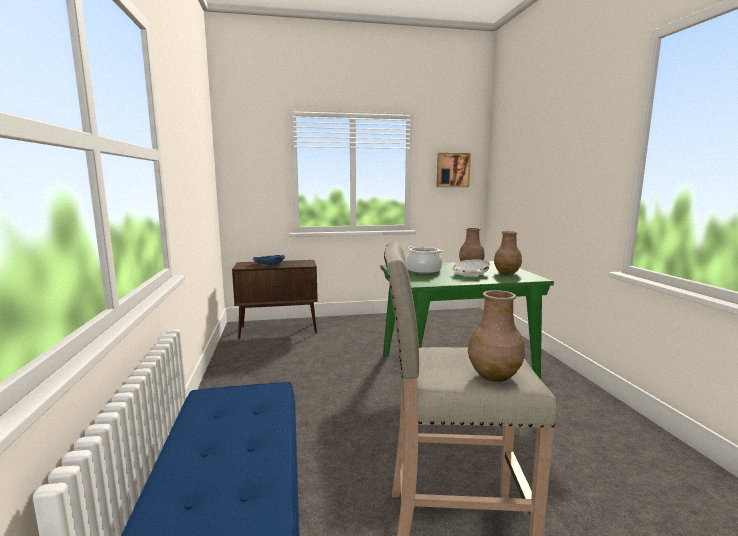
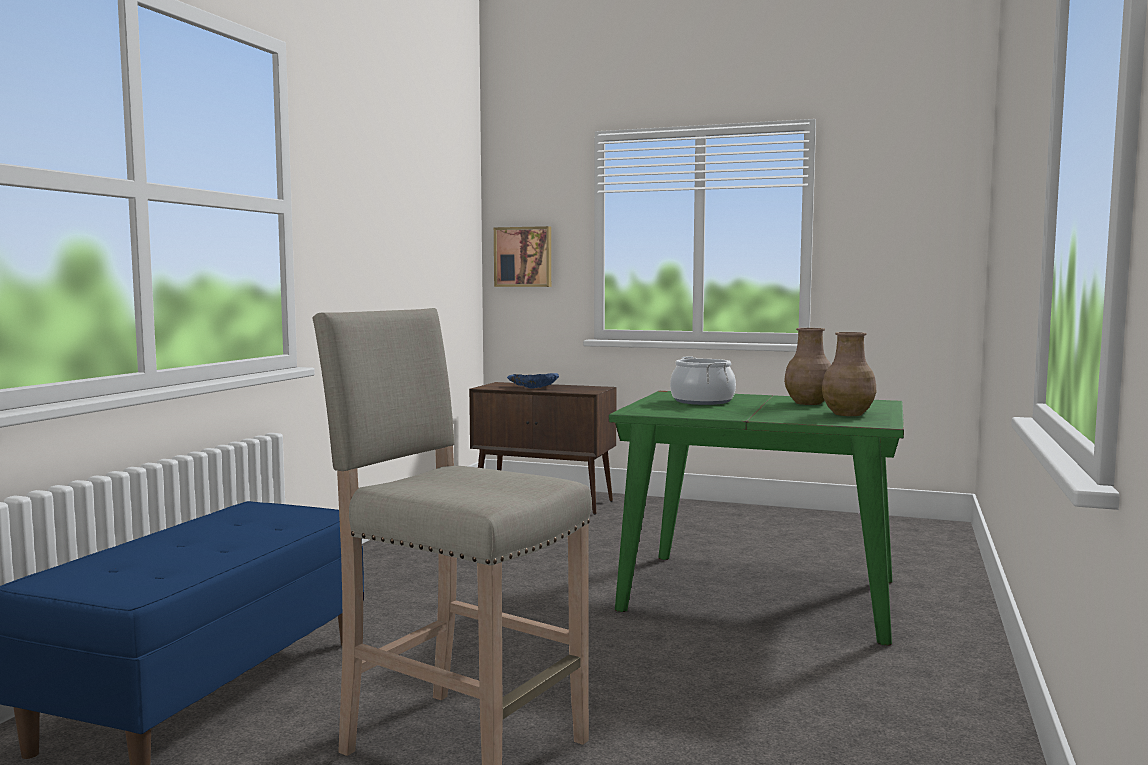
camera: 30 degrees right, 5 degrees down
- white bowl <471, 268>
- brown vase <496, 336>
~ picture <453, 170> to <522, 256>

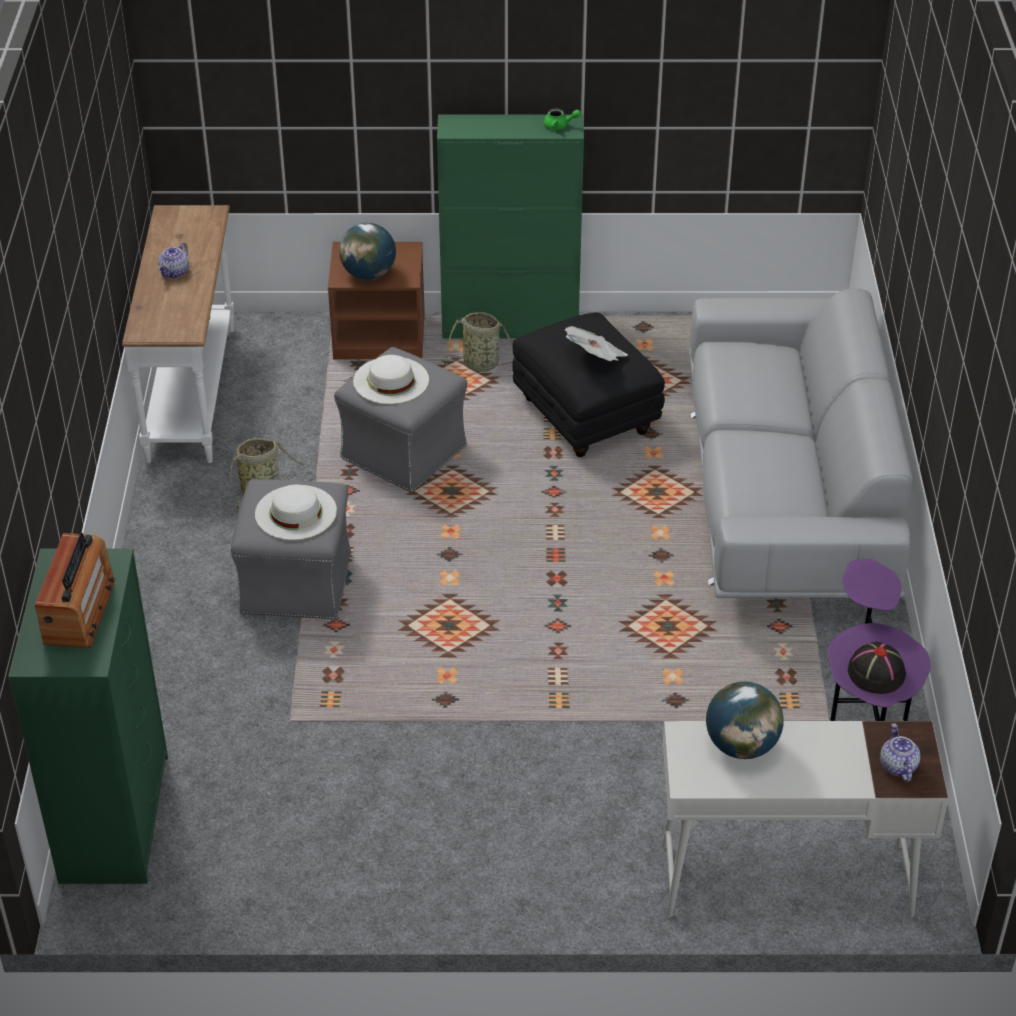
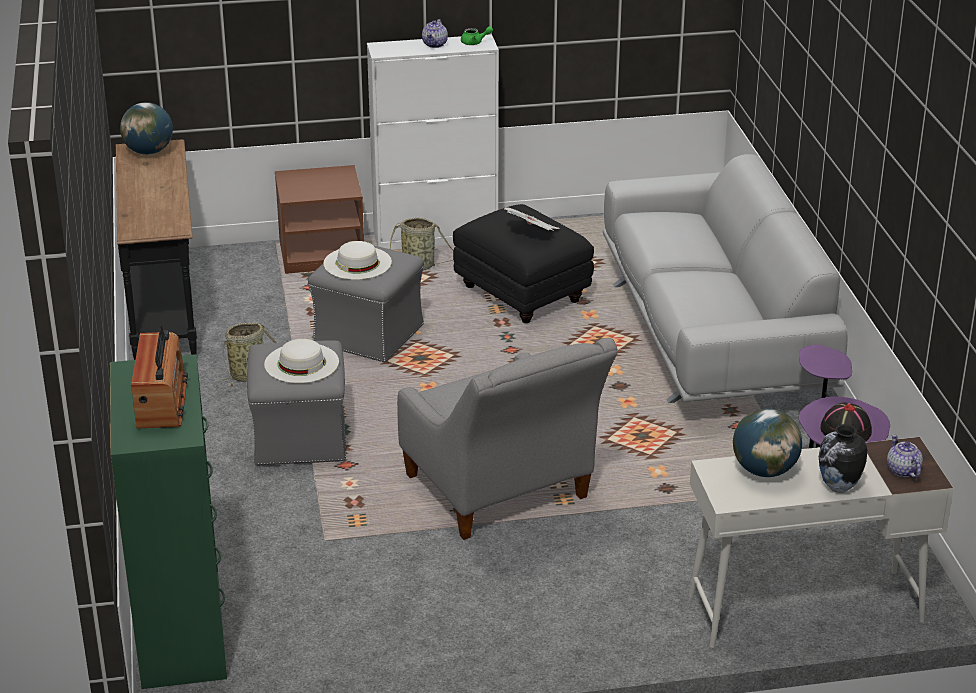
camera: 10 degrees left, 10 degrees down
+ grey armchair <507, 439>
+ vase <843, 458>
~ teapot <173, 260> to <435, 33>
~ globe <367, 251> to <146, 128>
~ white console table <178, 334> to black console table <156, 249>
~ green cabinet <510, 226> to white cabinet <433, 142>

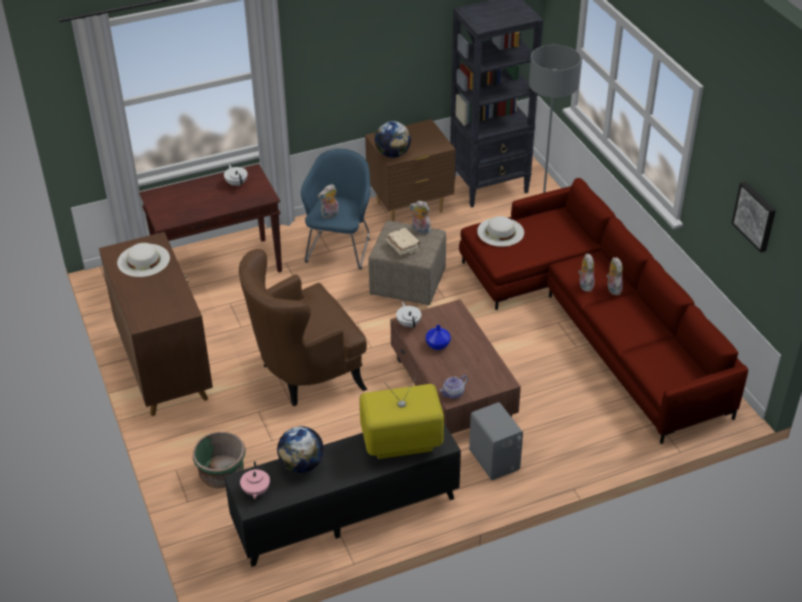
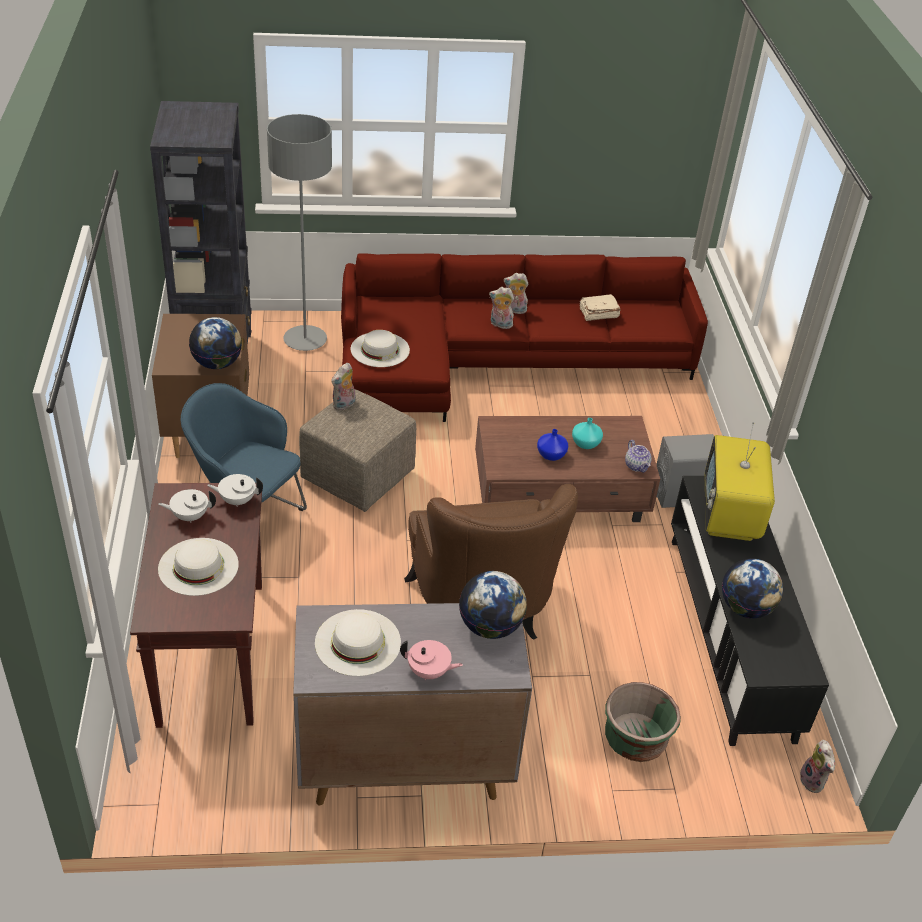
camera: 75 degrees left, 0 degrees up
- picture <754, 217>
+ white hat <198, 567>
+ globe <493, 605>
+ turquoise vase <587, 433>
~ pink teapot <255, 480> to <431, 660>
~ plush toy <328, 201> to <817, 766>
~ beige book <403, 242> to <600, 307>
~ white teapot <408, 315> to <235, 490>
~ brown cabinet <156, 324> to grey cabinet <412, 704>

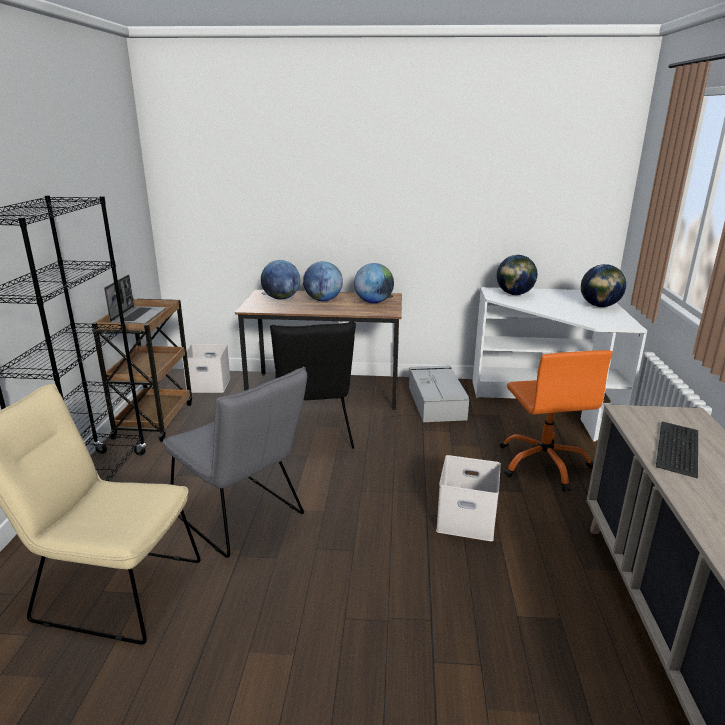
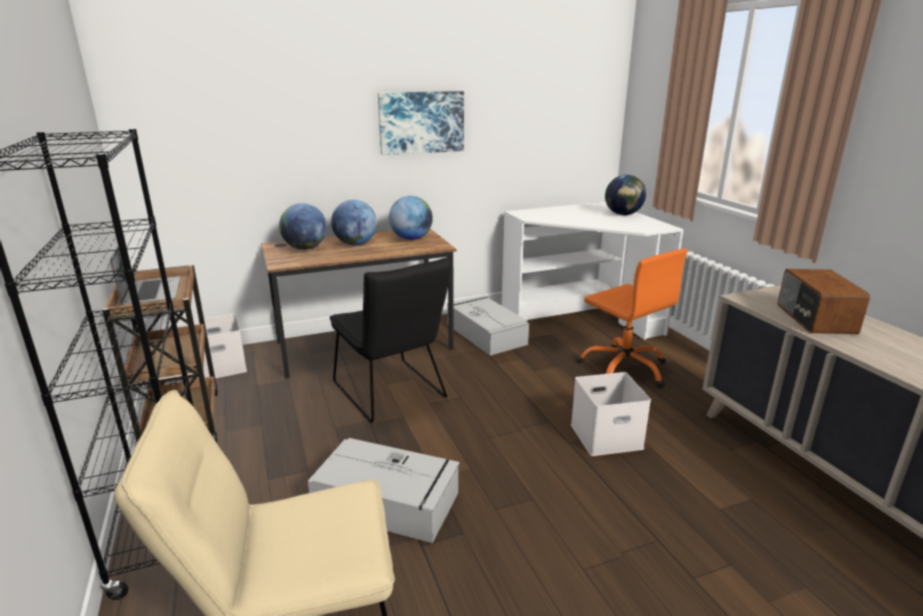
camera: 25 degrees left, 0 degrees up
- globe <517, 275>
+ picture <421, 123>
~ grey chair <235, 462> to grey storage box <384, 490>
~ keyboard <677, 450> to radio <824, 301>

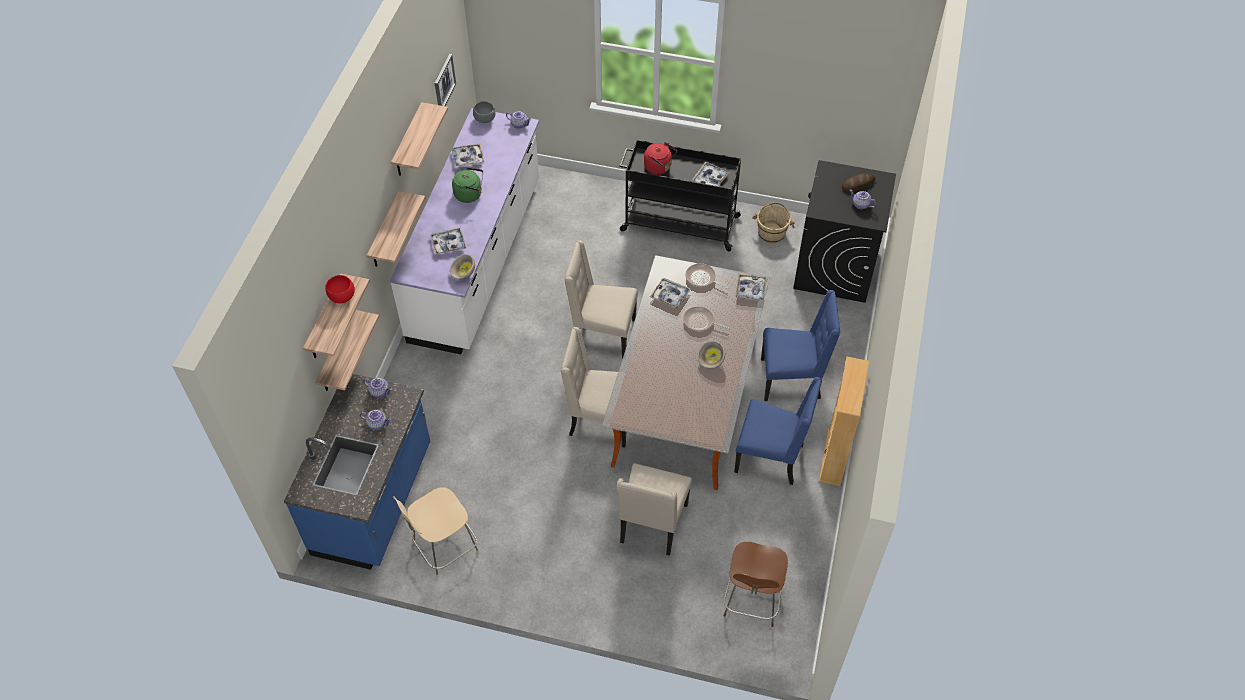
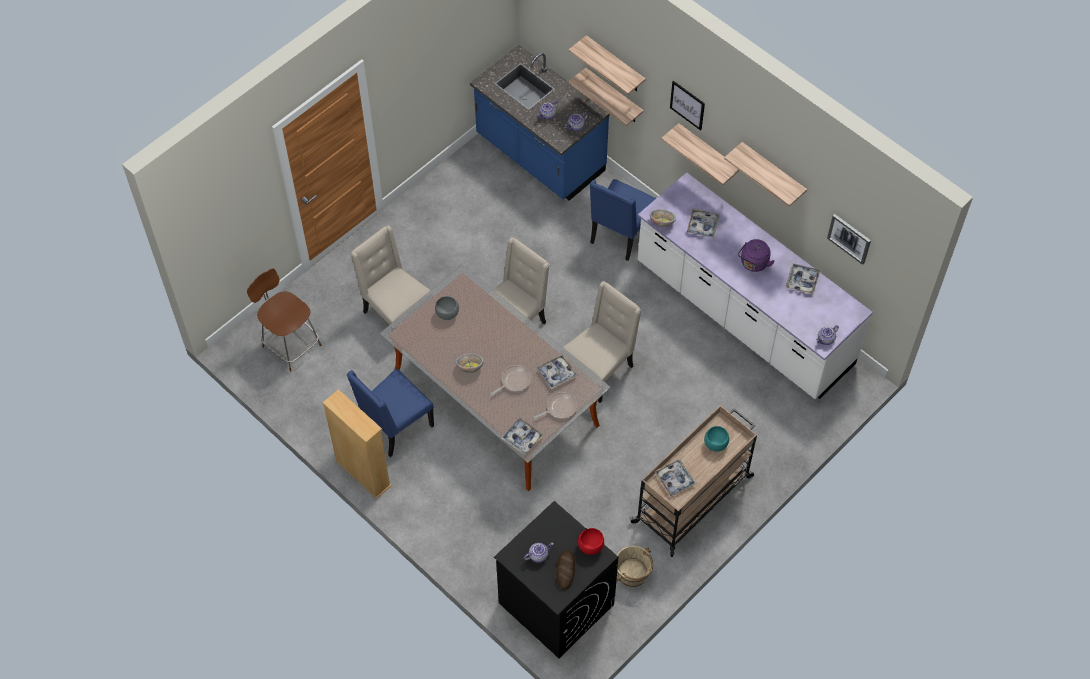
camera: 120 degrees right, 5 degrees up
- beige stool <436, 533>
+ picture <687, 106>
~ red bowl <340, 289> to <591, 541>
~ grey bowl <484, 112> to <447, 308>
~ blue chair <800, 345> to <623, 220>
~ red kettle <660, 158> to turquoise bowl <716, 439>
~ green kettle <467, 185> to purple kettle <756, 255>
~ black cart <681, 196> to beige cart <693, 481>

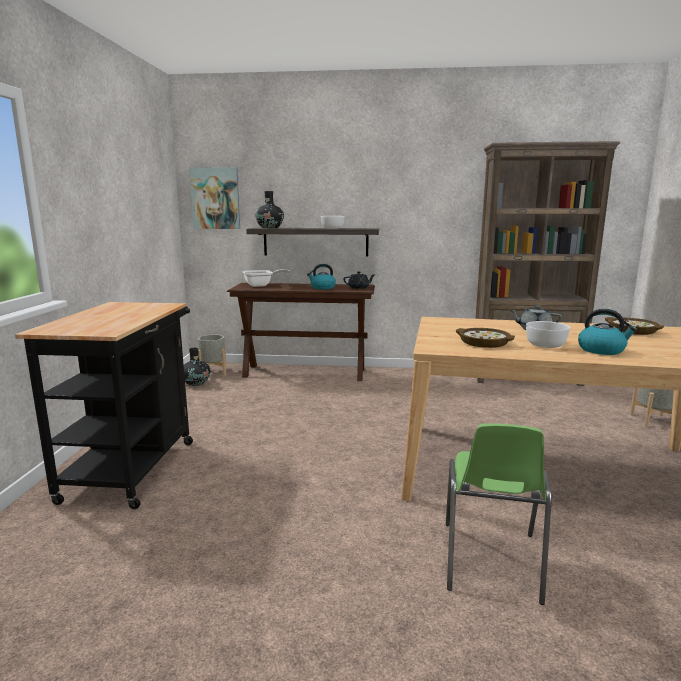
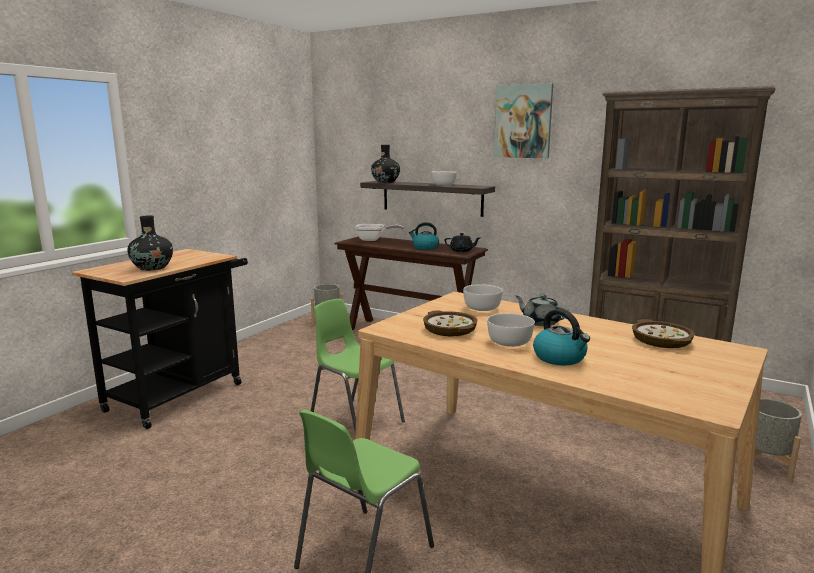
camera: 25 degrees right, 0 degrees up
+ green chair <358, 365>
+ white bowl <483, 297>
~ black vase <197, 367> to <150, 243>
~ picture <214, 198> to <523, 120>

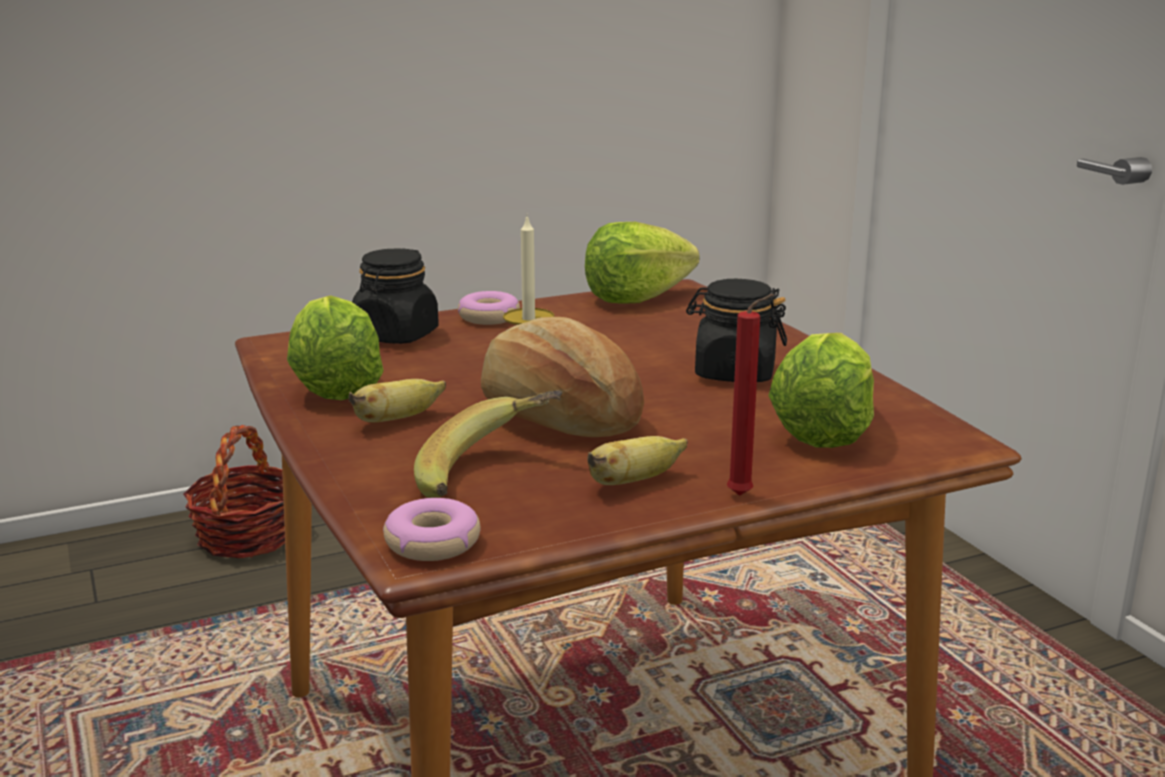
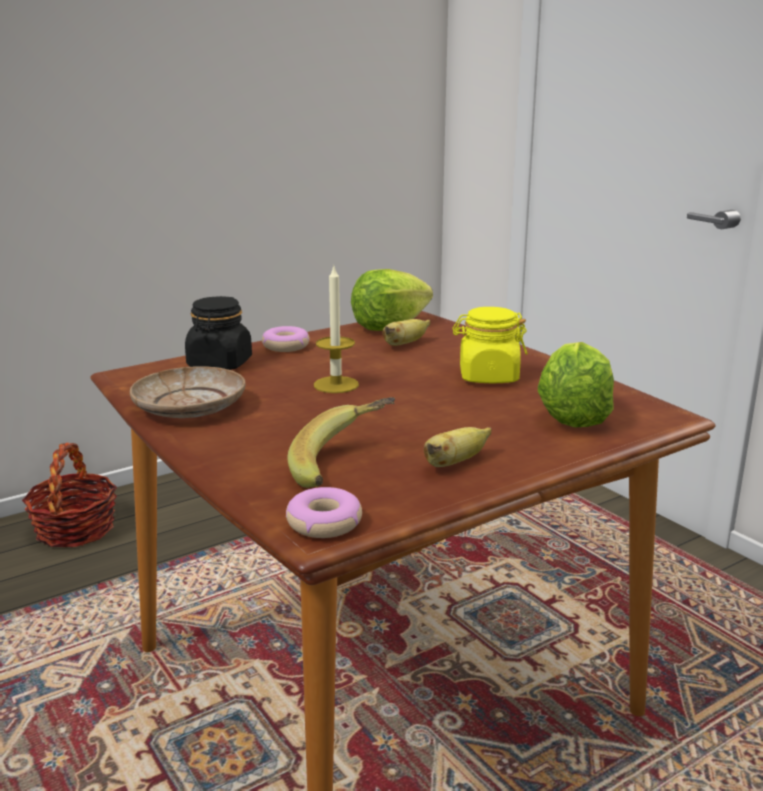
camera: 10 degrees left, 0 degrees up
- bread <562, 377>
- red candle <750, 395>
~ banana <397, 400> to <406, 332>
~ lettuce <335, 347> to beige plate <188, 392>
~ black jar <736, 330> to yellow jar <490, 345>

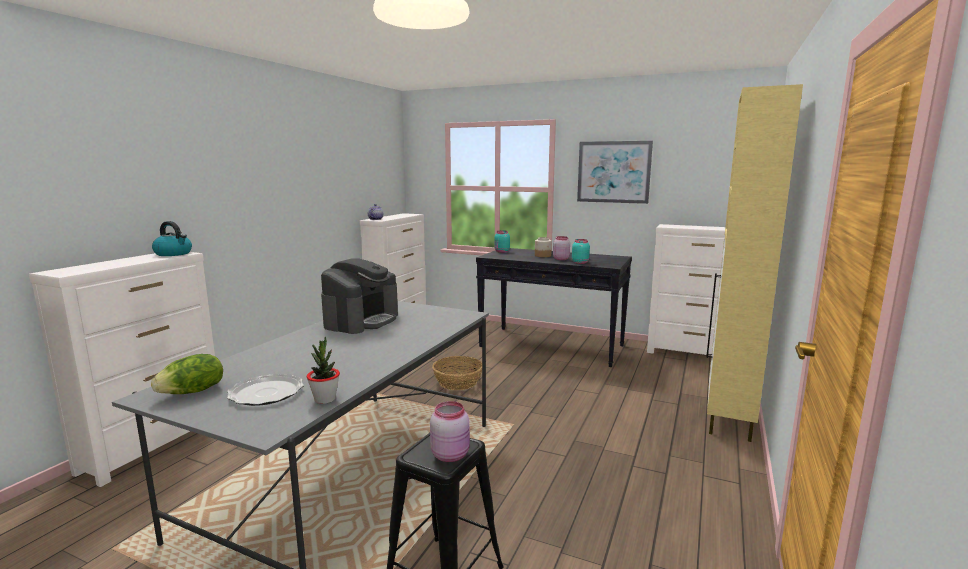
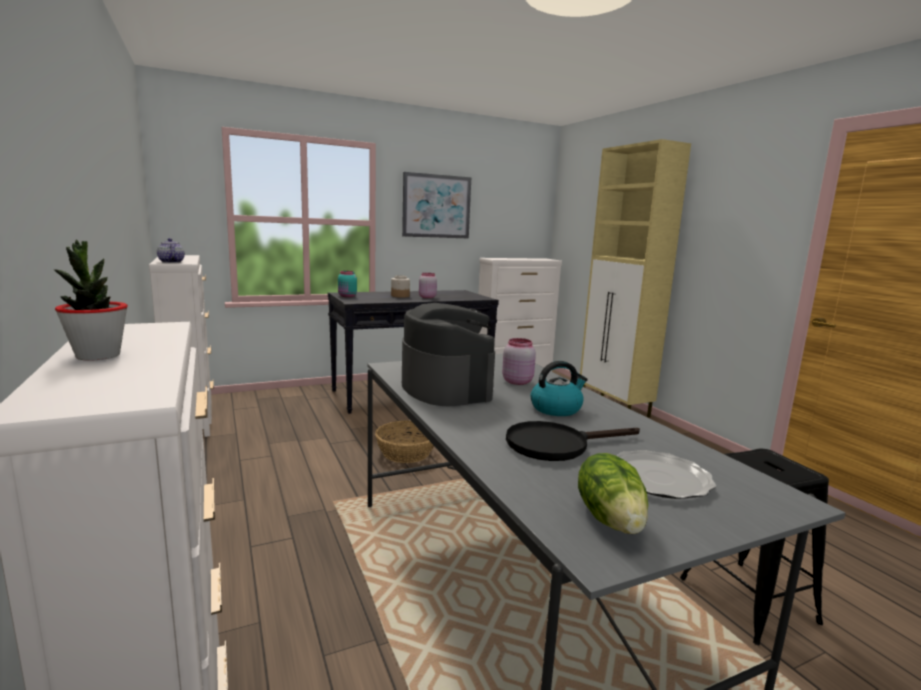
camera: 50 degrees left, 0 degrees up
- turquoise jar <581, 251>
+ black frying pan <573, 441>
~ kettle <172, 238> to <559, 388>
~ potted plant <323, 370> to <90, 300>
~ pink jar <450, 431> to <519, 361>

